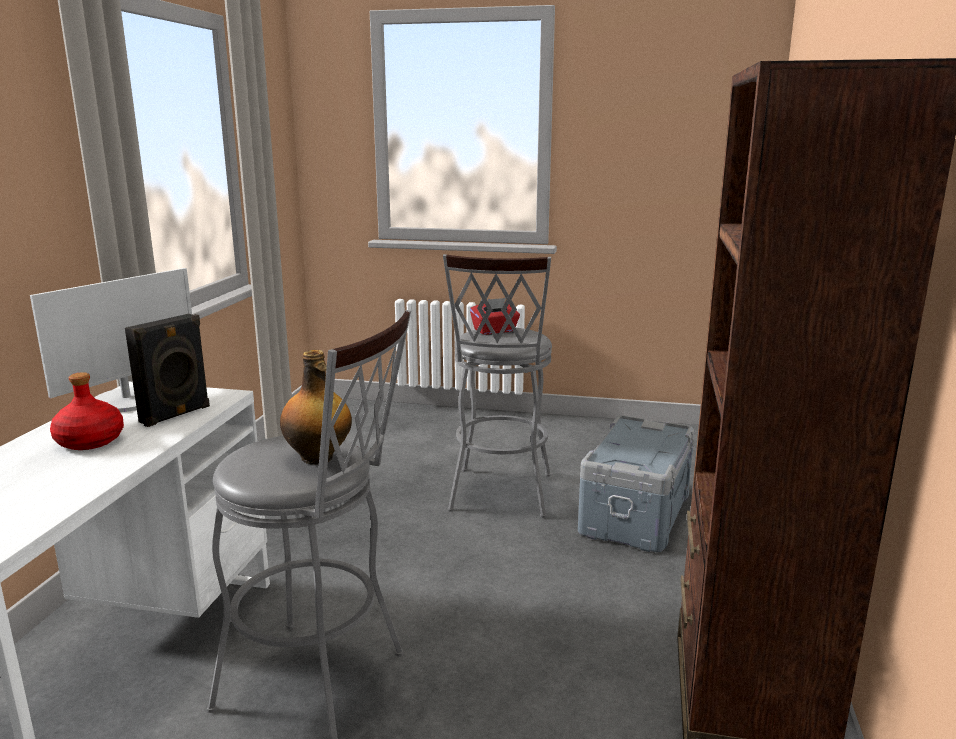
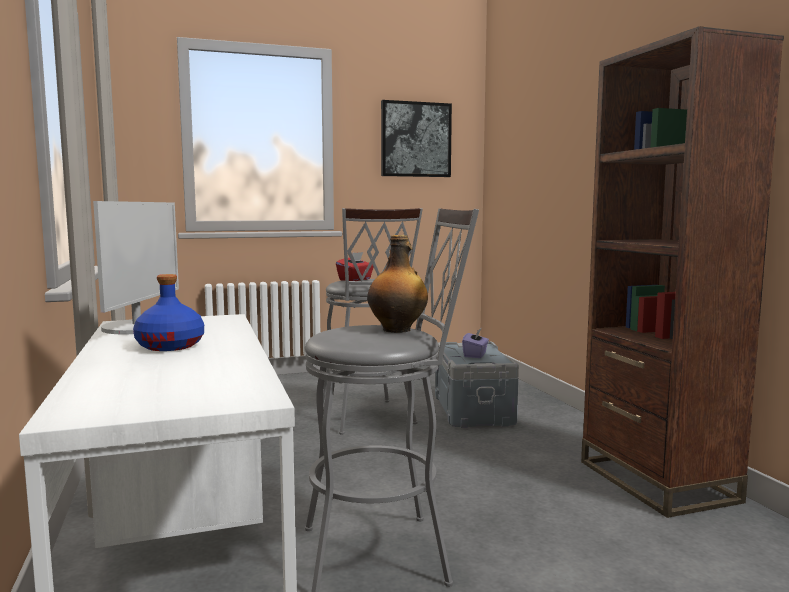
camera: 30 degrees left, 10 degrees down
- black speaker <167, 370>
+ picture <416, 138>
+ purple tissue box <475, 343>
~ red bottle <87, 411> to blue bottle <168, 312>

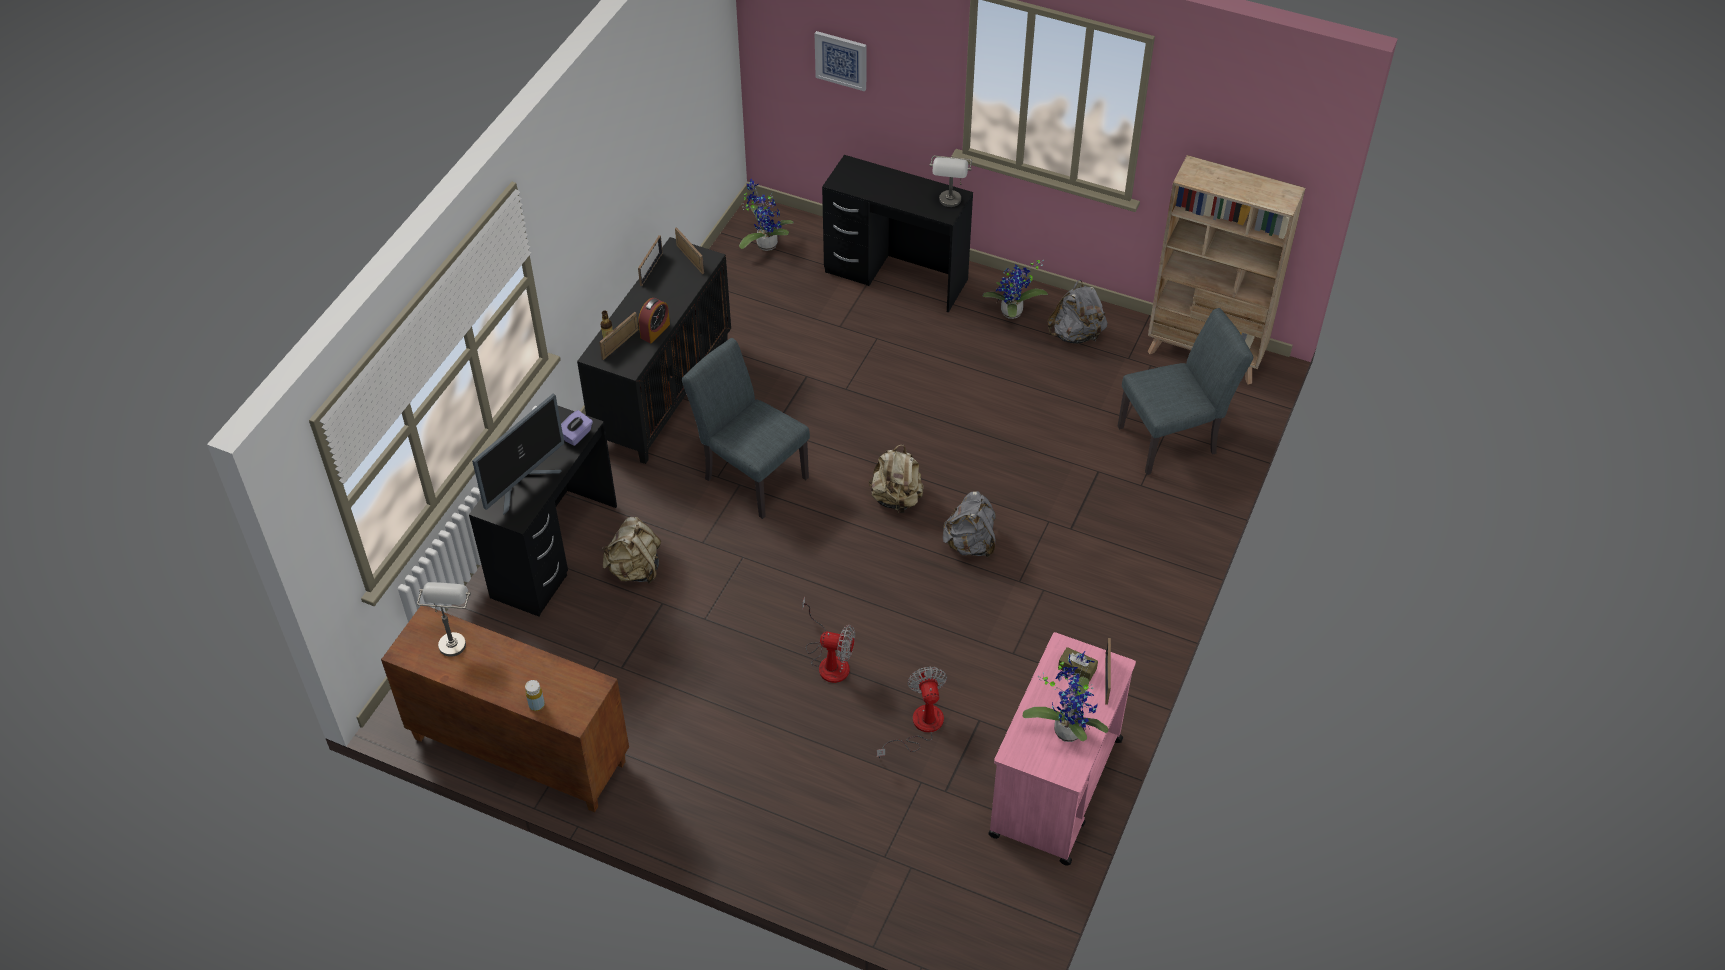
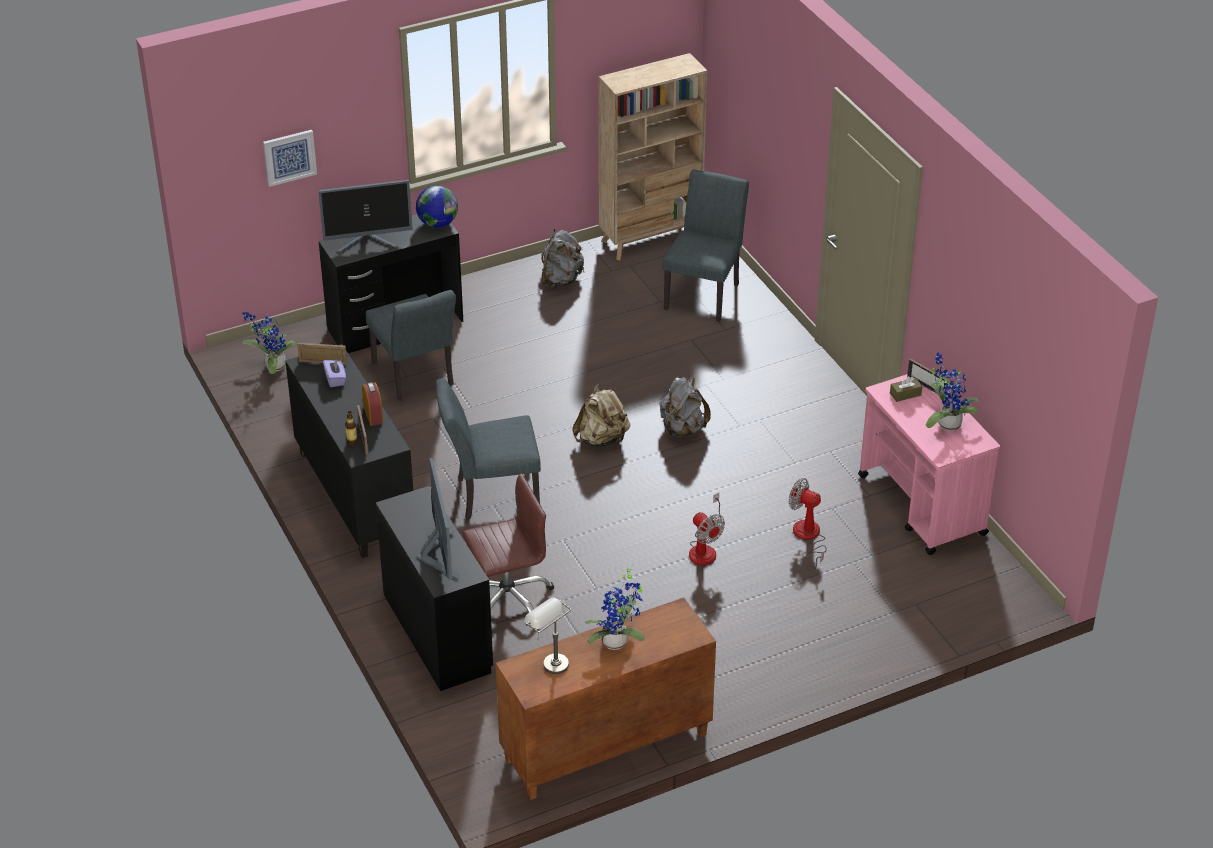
camera: 50 degrees left, 10 degrees down
- yellow bottle <535, 695>
- picture frame <650, 260>
+ monitor <365, 216>
+ grey chair <411, 345>
~ purple tissue box <577, 428> to <334, 373>
~ potted plant <1015, 289> to <615, 607>
~ beige backpack <631, 550> to brown office chair <508, 542>
~ grey table lamp <950, 181> to globe <437, 206>
~ fan <828, 640> = <707, 529> 90 degrees clockwise

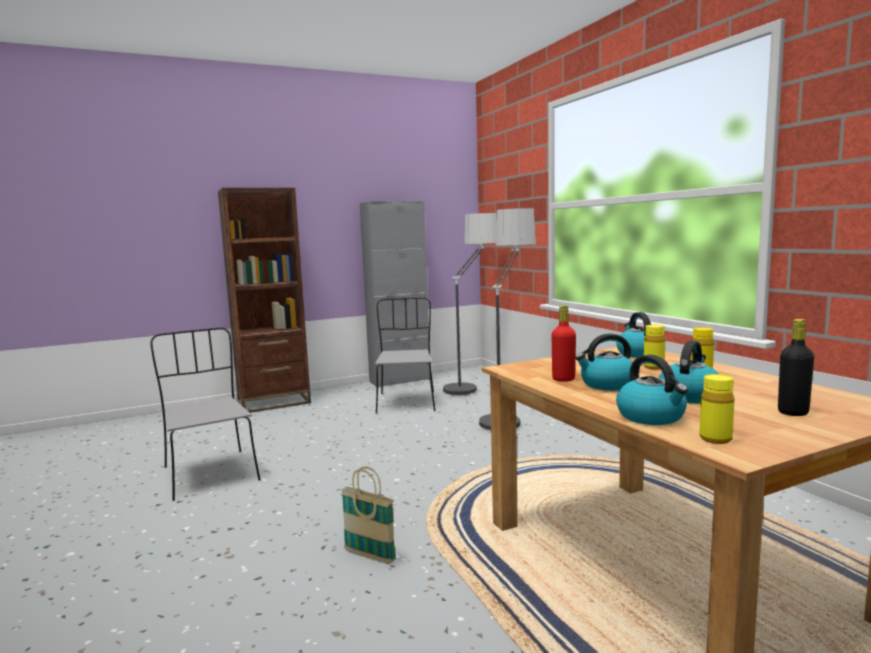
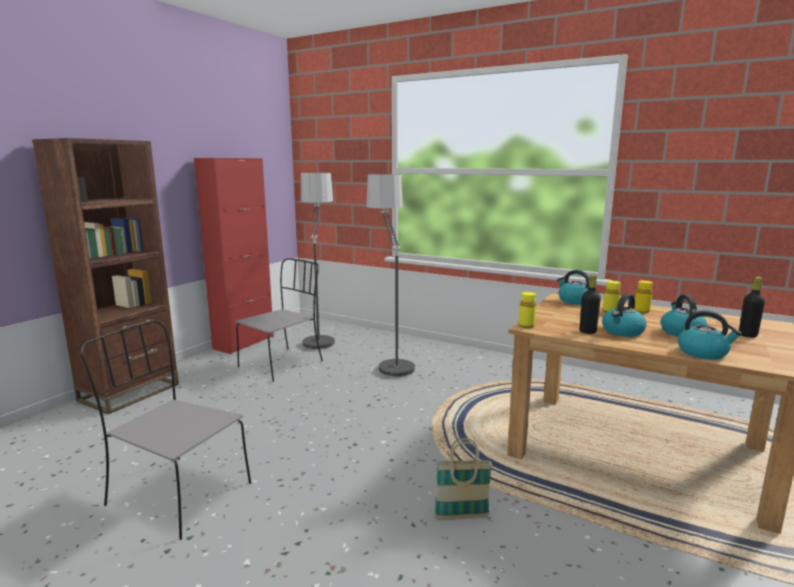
camera: 35 degrees left, 5 degrees up
~ yellow bottle <716, 409> to <527, 310>
~ grey cabinet <395, 294> to red cabinet <234, 256>
~ red bottle <563, 344> to black bottle <590, 304>
~ grey chair <405, 355> = <279, 320> 75 degrees clockwise

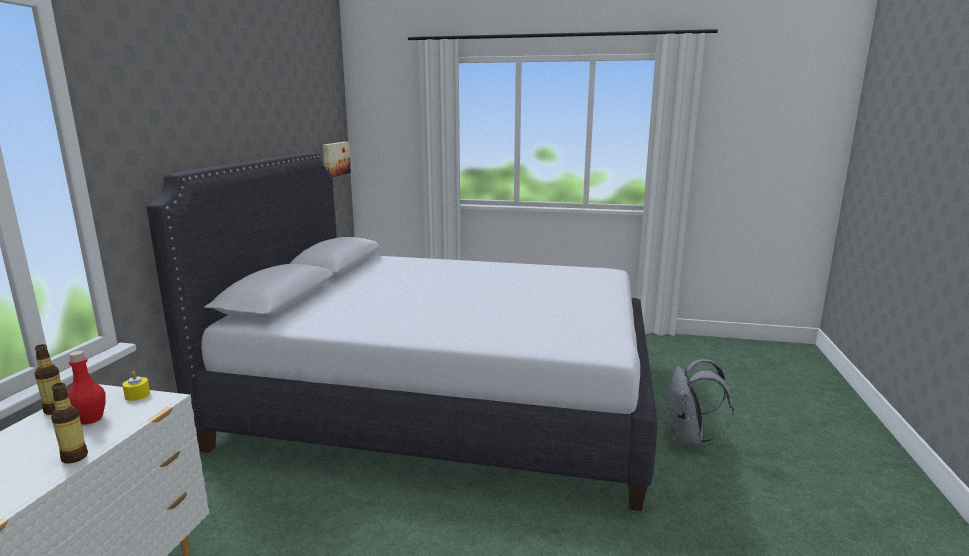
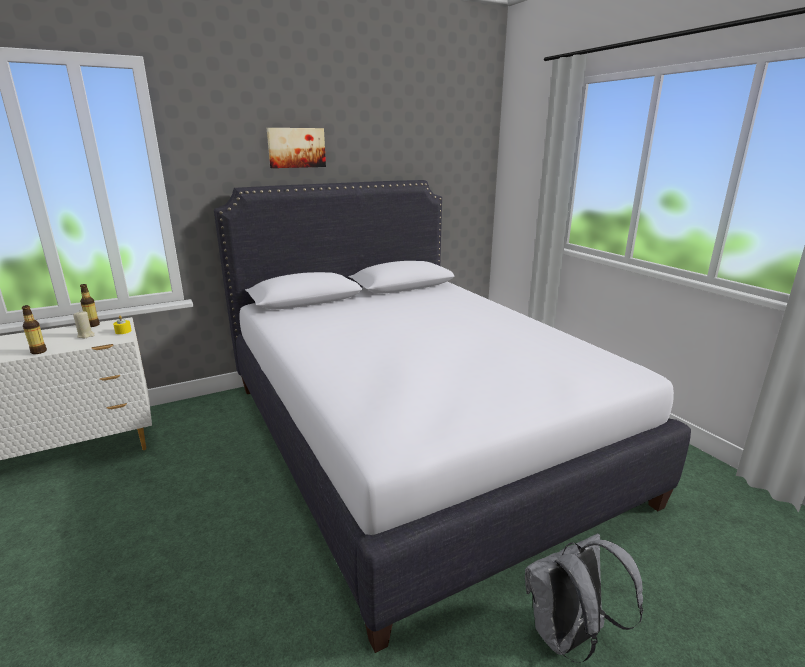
camera: 50 degrees right, 5 degrees up
~ picture <337, 159> to <296, 148>
~ red bottle <87, 388> to beige candle <84, 324>

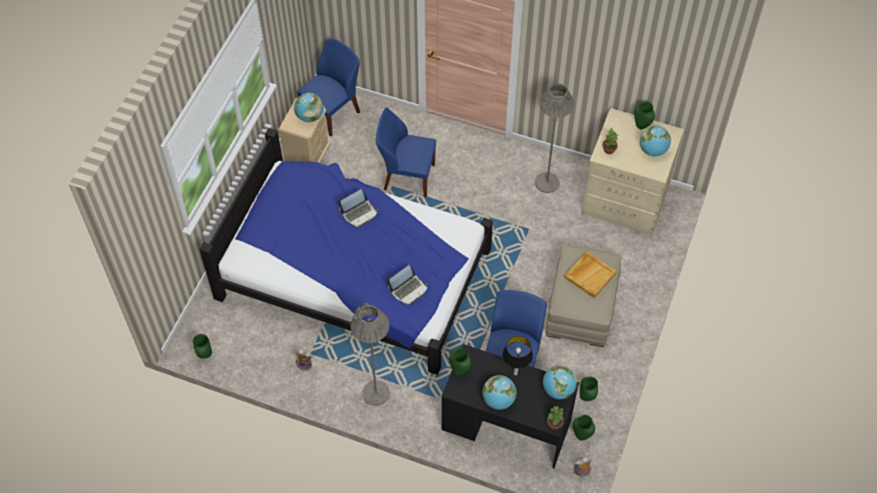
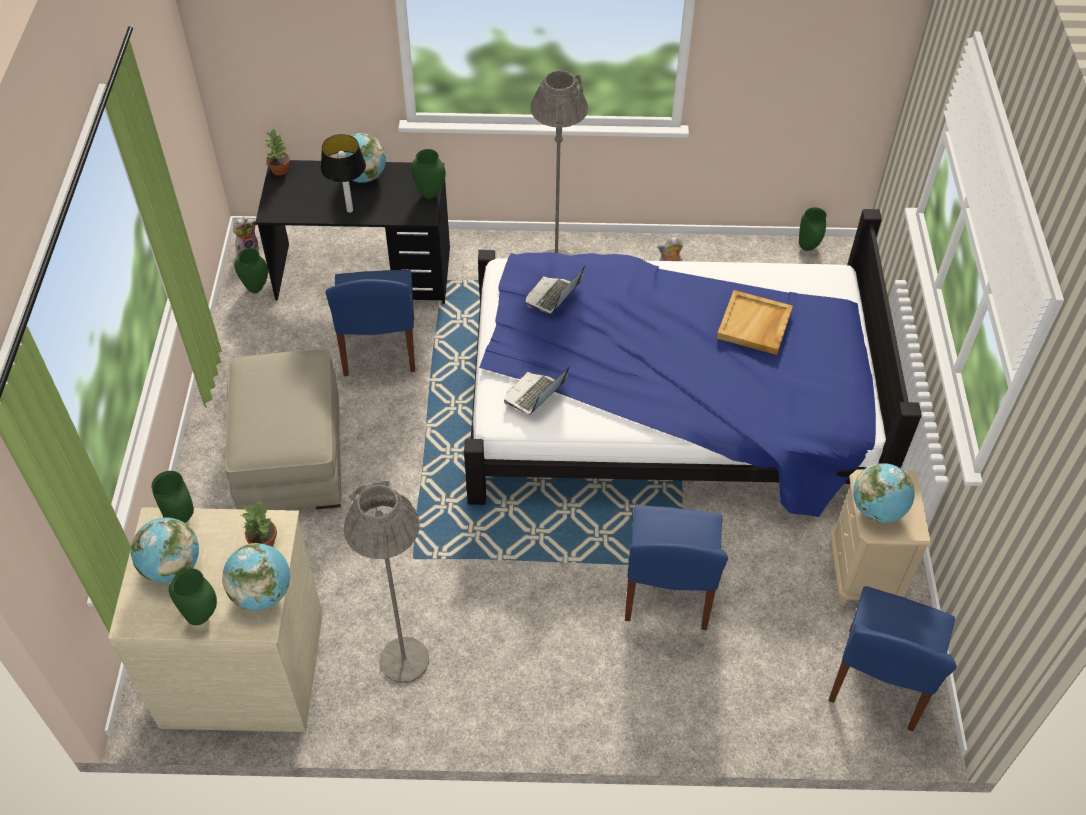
camera: 160 degrees right, 5 degrees down
~ laptop <358, 208> to <537, 390>
~ globe <560, 382> to <256, 576>
~ beige tray <590, 274> to <755, 322>
~ green vase <589, 388> to <172, 497>
~ blue chair <406, 152> = <676, 567> 105 degrees clockwise

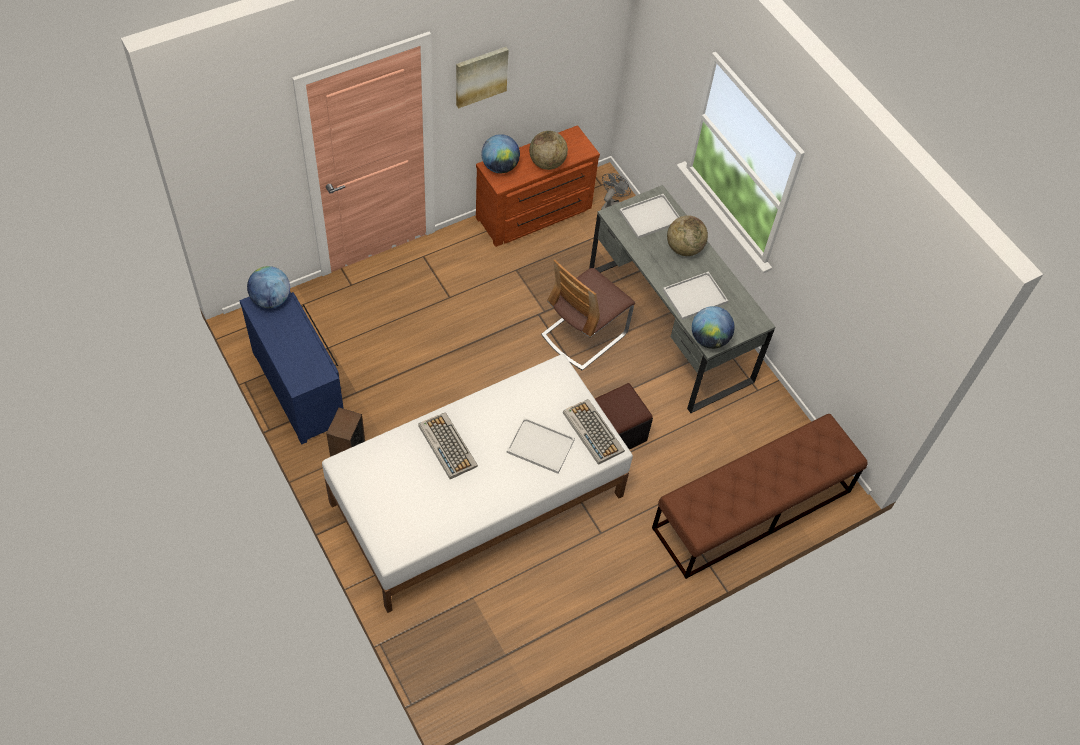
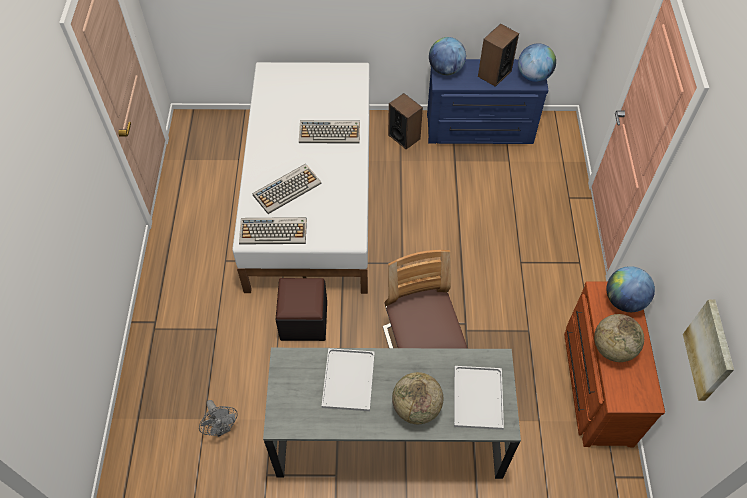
camera: 125 degrees right, 0 degrees up
- brown bench <760, 496>
+ speaker <498, 55>
~ picture <482, 77> to <708, 350>
~ grey fan <616, 191> to <218, 418>
~ globe <713, 327> to <447, 56>
~ white tray <541, 446> to keyboard <286, 189>

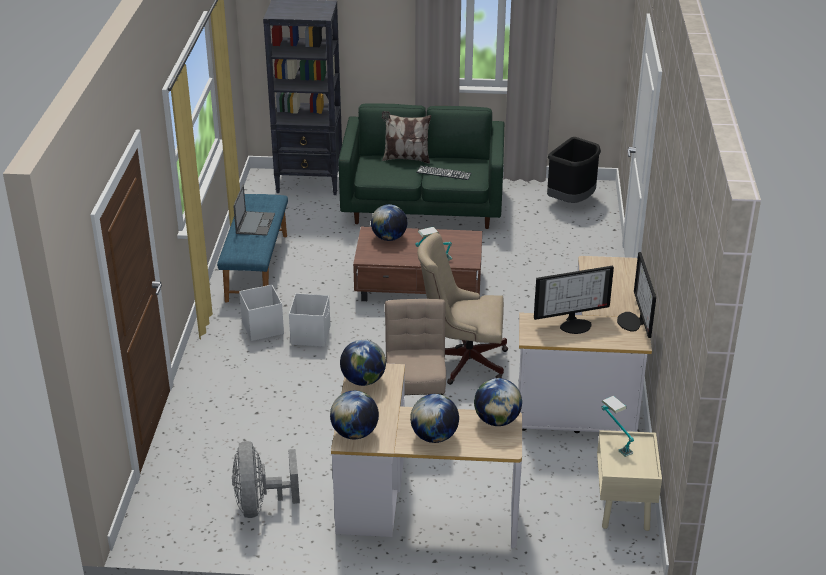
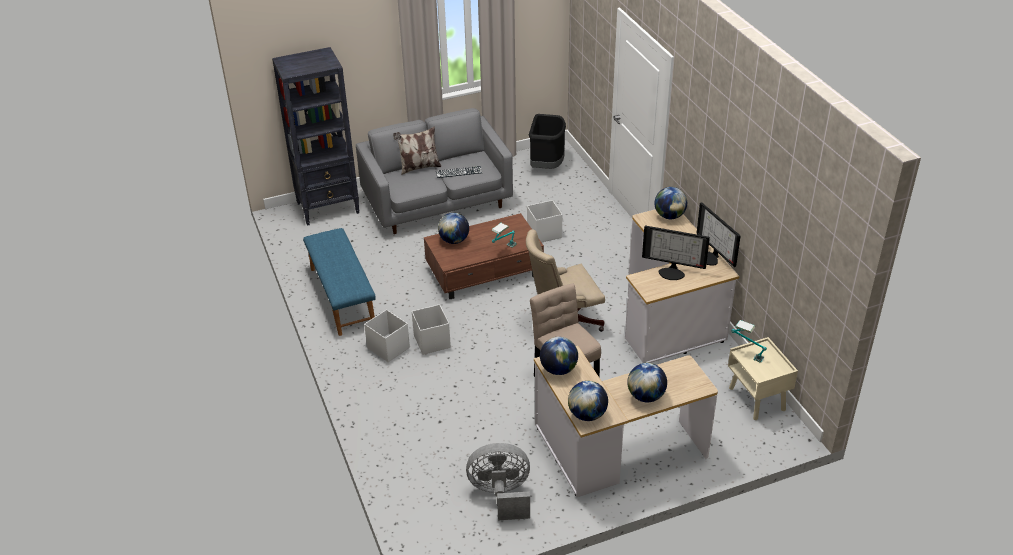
camera: 25 degrees left, 5 degrees up
- laptop <254, 210>
+ white storage box <544, 221>
~ globe <498, 402> to <671, 203>
~ green sofa <421, 166> to grey sofa <434, 171>
~ grey fan <266, 479> = <498, 481> 120 degrees clockwise
~ monitor <574, 300> = <676, 253> 60 degrees clockwise

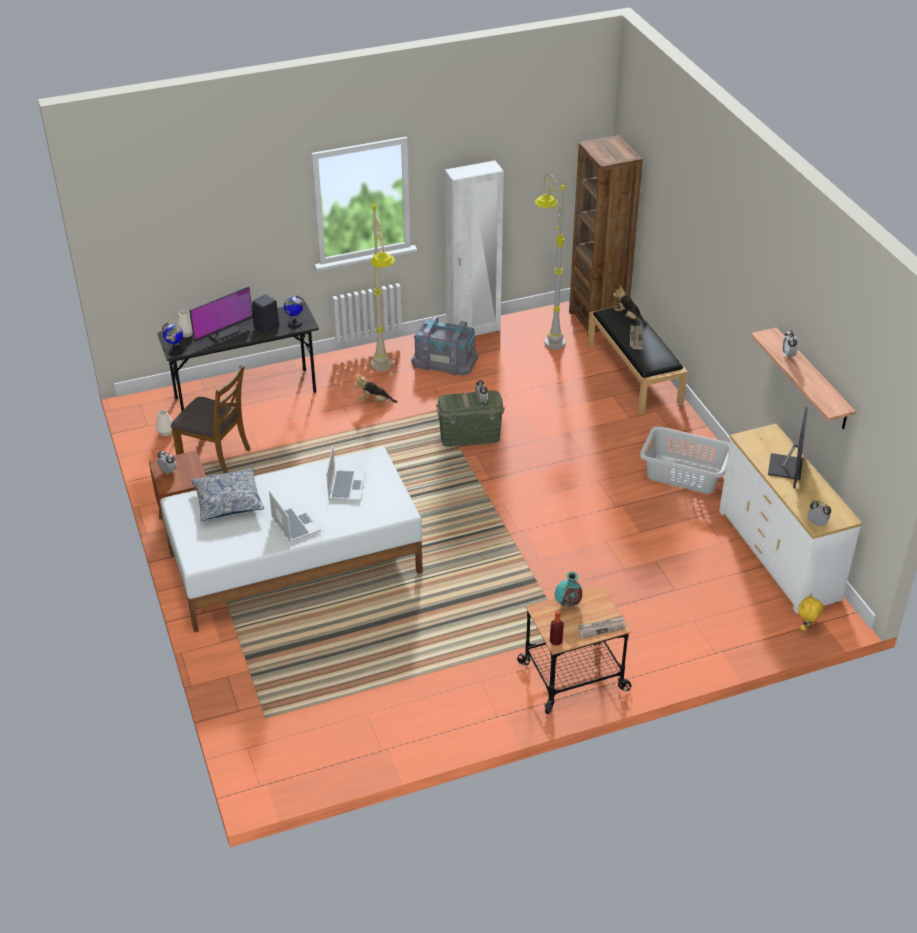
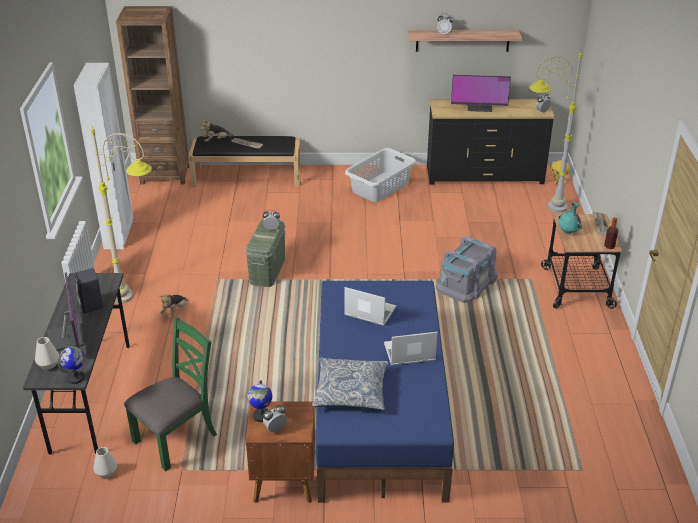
camera: 70 degrees left, 5 degrees down
~ globe <295, 312> to <259, 401>
~ grey storage box <445, 346> to <467, 270>
~ grey floor lamp <550, 262> to <556, 133>
~ white bed <291, 540> to blue bed <385, 392>
~ brown chair <211, 418> to green chair <170, 394>
~ white dresser <790, 519> to black dresser <491, 141>
~ monitor <788, 447> = <481, 93> 150 degrees clockwise

